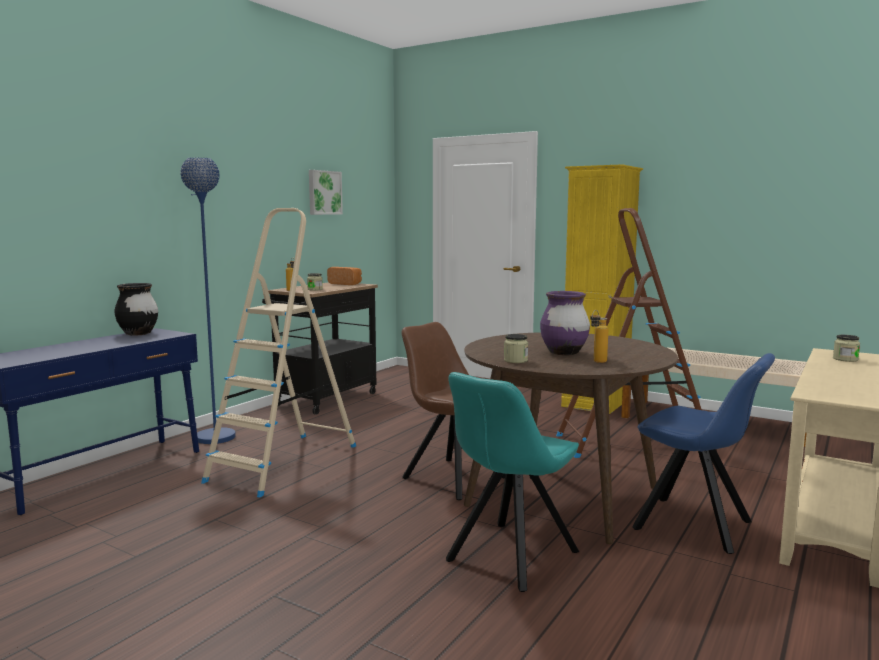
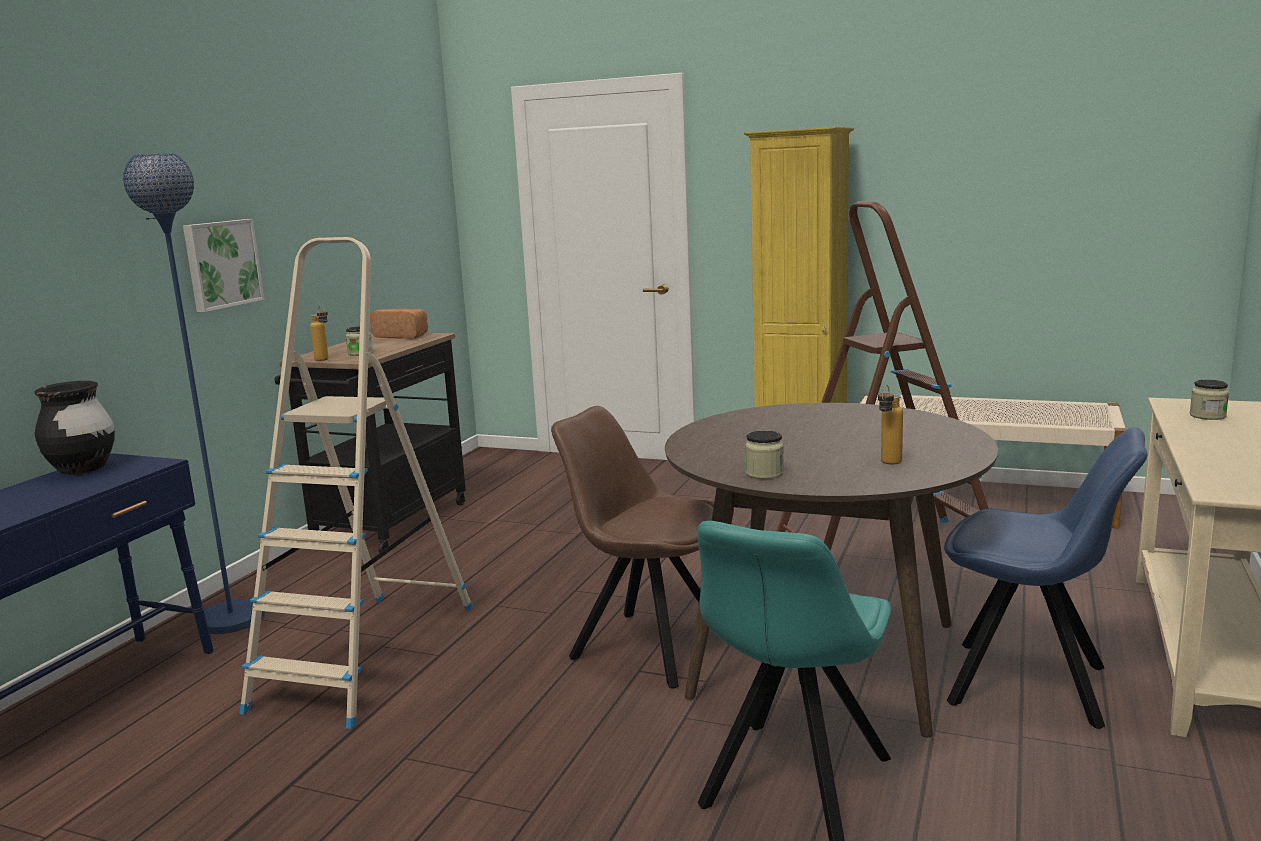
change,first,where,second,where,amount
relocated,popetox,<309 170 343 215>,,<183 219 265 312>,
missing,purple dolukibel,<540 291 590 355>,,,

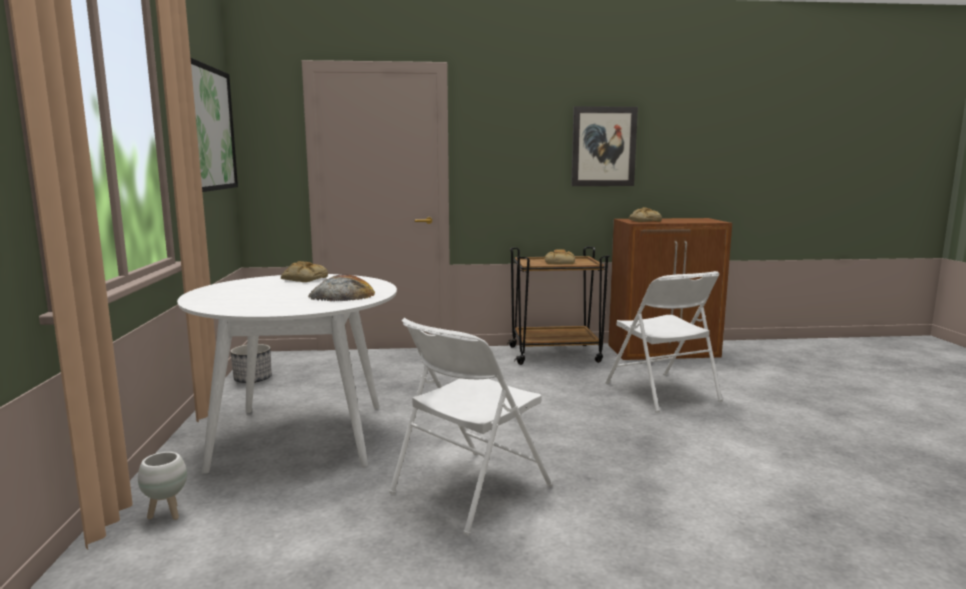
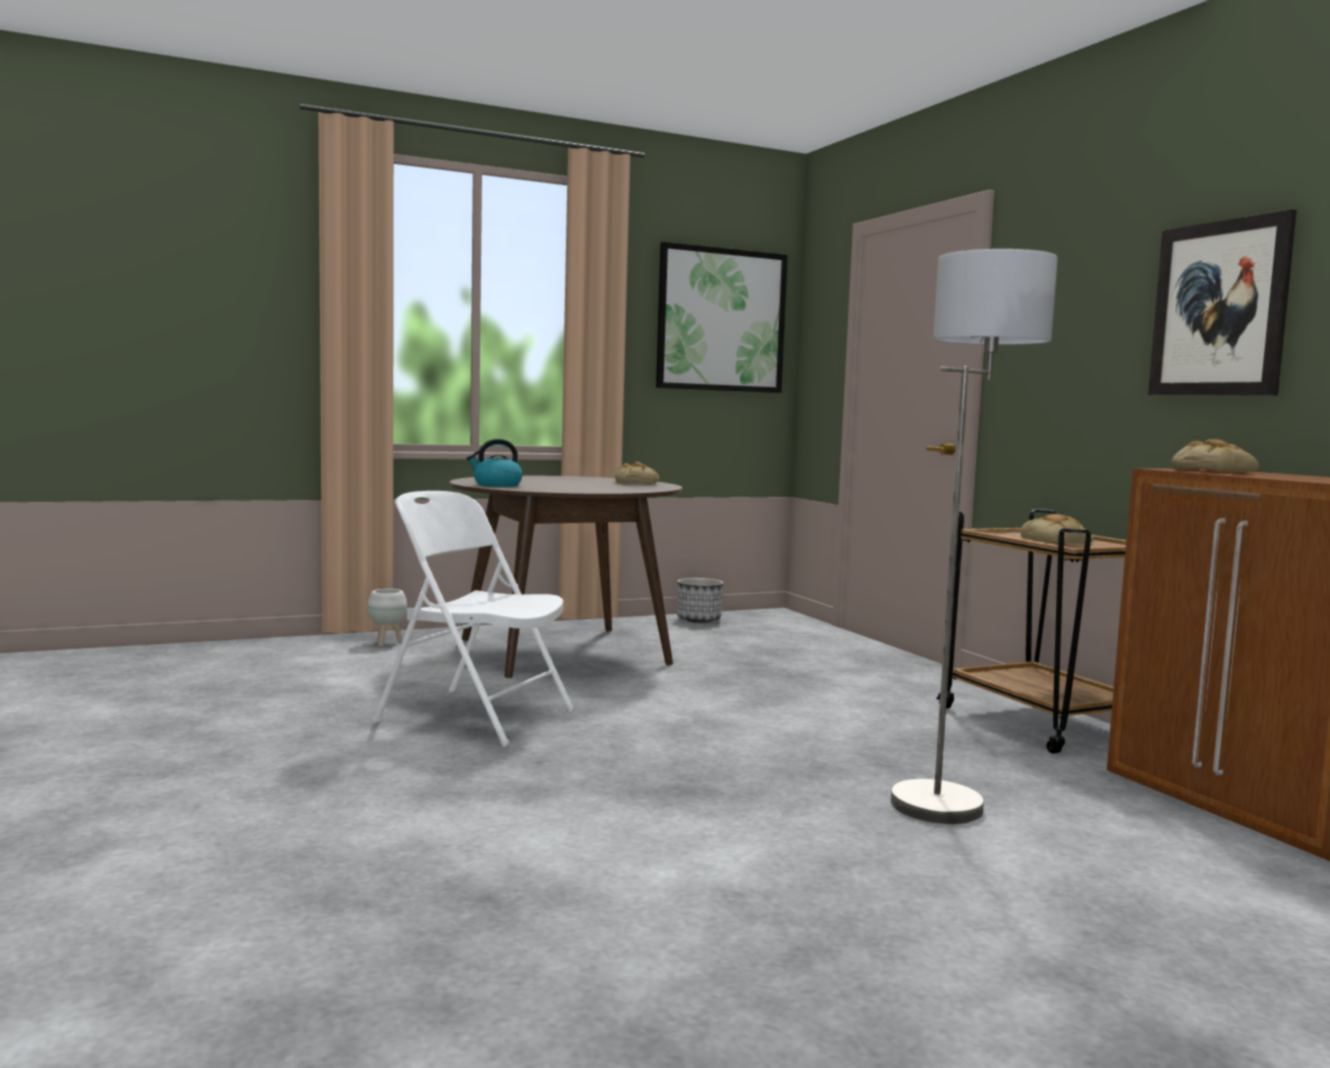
change,first,where,second,where,amount
exchanged,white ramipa,<605 271 723 413>,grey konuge,<891 249 1057 824>,
colour,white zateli,<177 274 397 474>,brown zateli,<450 476 682 678>,
missing,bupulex,<308 274 375 301>,,,
appeared,,,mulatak,<467 439 523 487>,

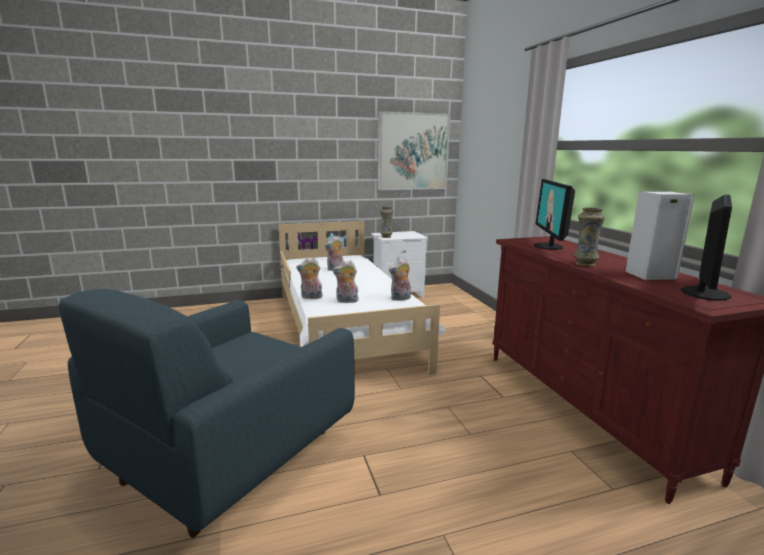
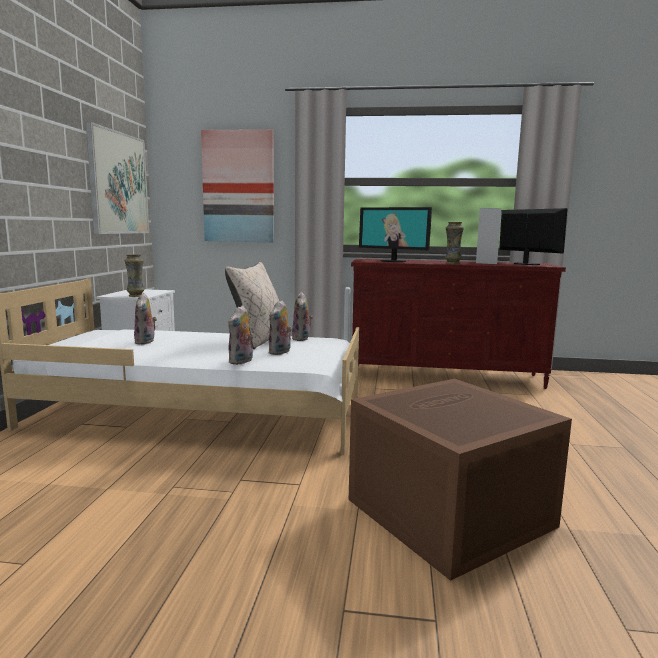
change,first,where,second,where,amount
exchanged,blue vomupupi,<59 289 355 538>,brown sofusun,<349 379 572 581>,
appeared,,,popetox,<201 129 274 242>,
appeared,,,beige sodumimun,<225 262 279 349>,

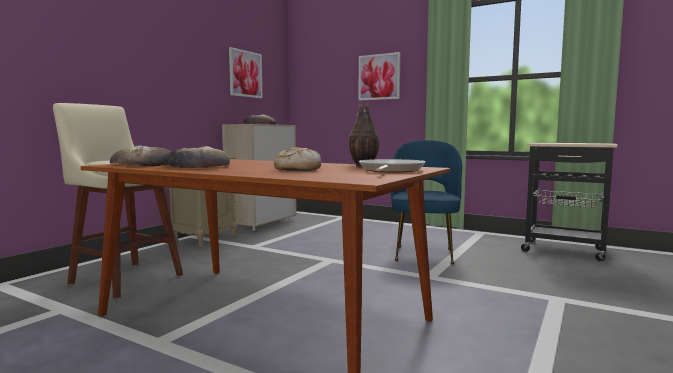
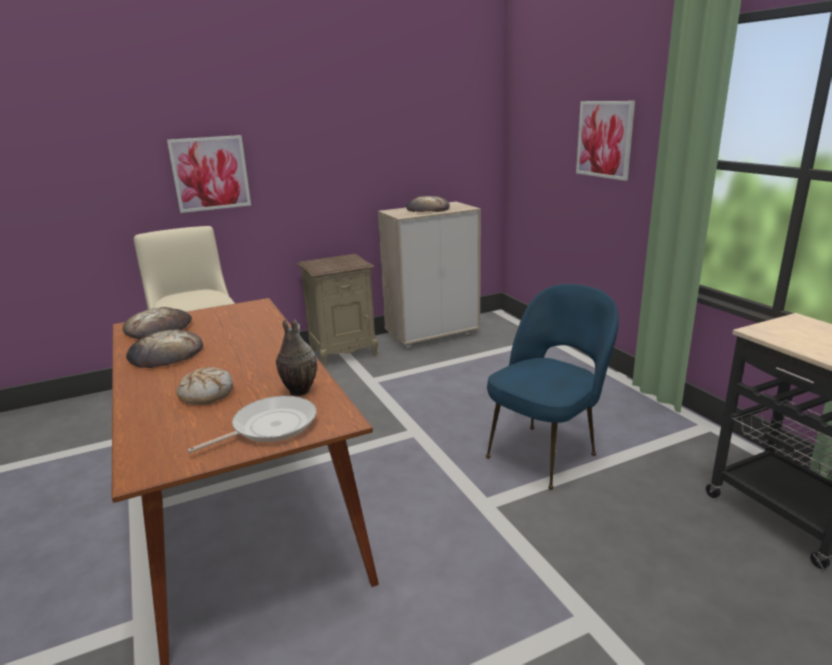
change,first,where,second,where,amount
relocated,popetox,<229 47 262 98>,,<167 135 251 213>,

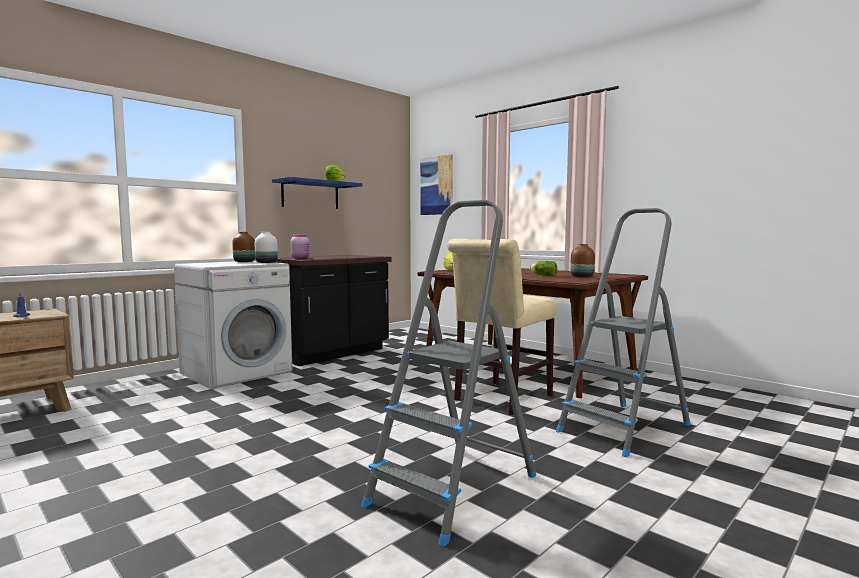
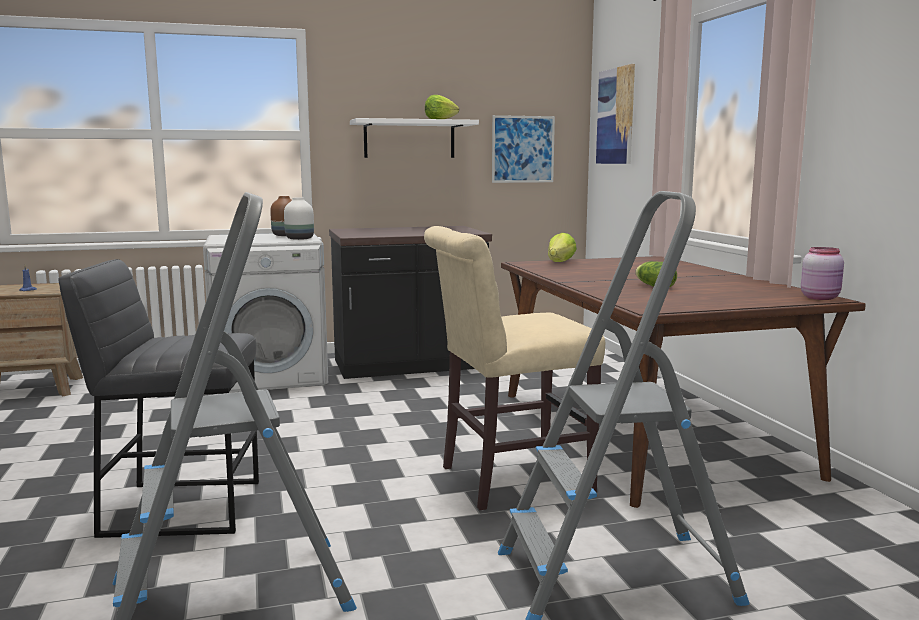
change,first,where,second,where,amount
colour,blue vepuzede,<272 177 362 209>,white vepuzede,<350 118 479 158>,
relocated,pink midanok,<291 234 309 259>,,<801 247 844 300>,
missing,brown dolukibel,<570 244 595 277>,,,
appeared,,,popetox,<492 115 555 183>,
appeared,,,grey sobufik,<58 259 259 538>,

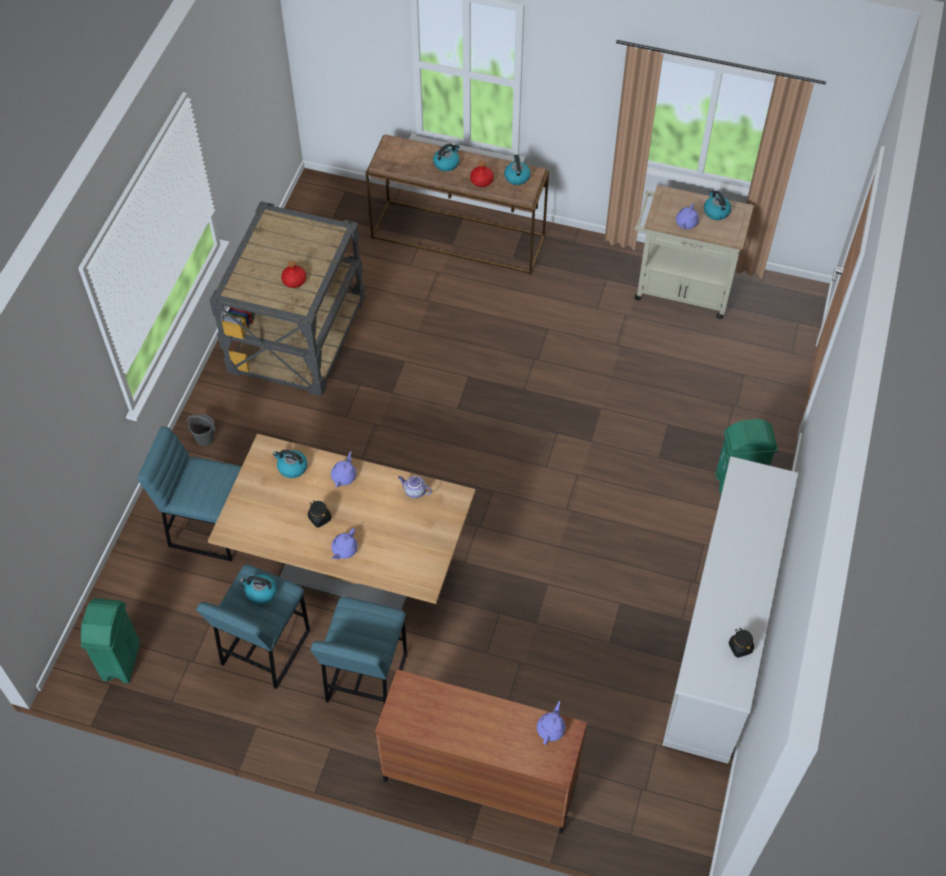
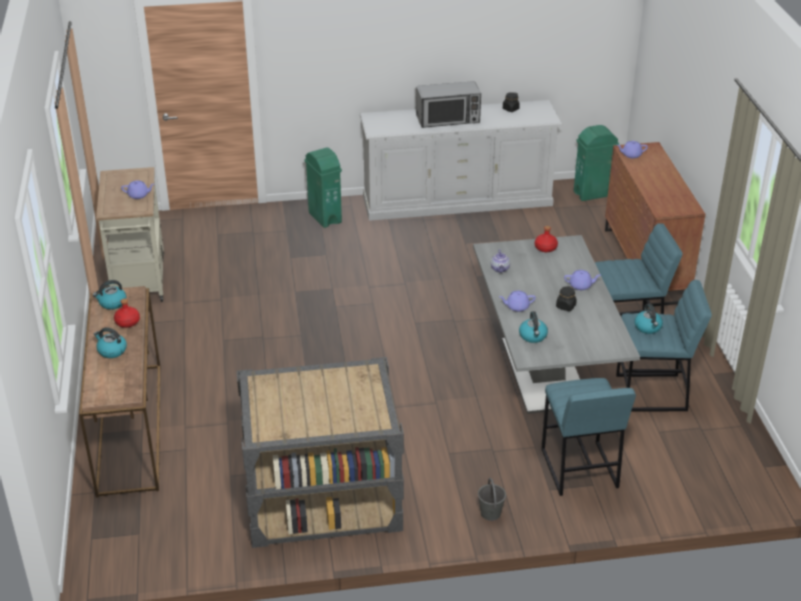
change,first,where,second,where,amount
missing,mulatak,<704 189 731 220>,,,
relocated,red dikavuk,<281 261 306 288>,,<535 226 558 252>,
colour,brown zateli,<208 434 476 610>,grey zateli,<473 235 640 414>,
relocated,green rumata,<81 598 140 684>,,<574 125 619 201>,
appeared,,,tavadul,<416 81 481 128>,

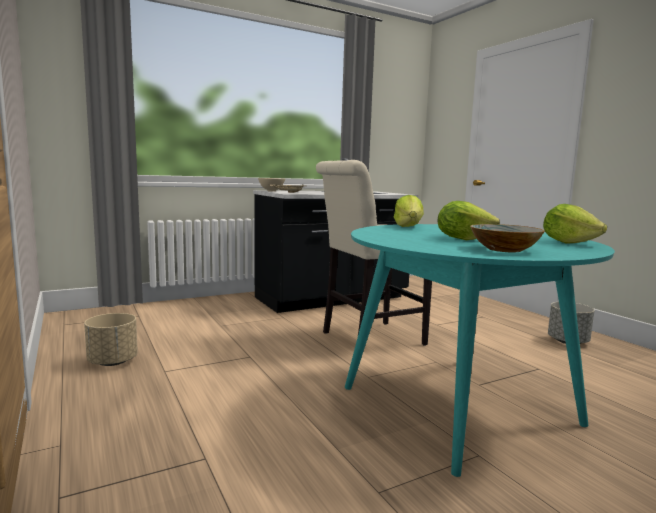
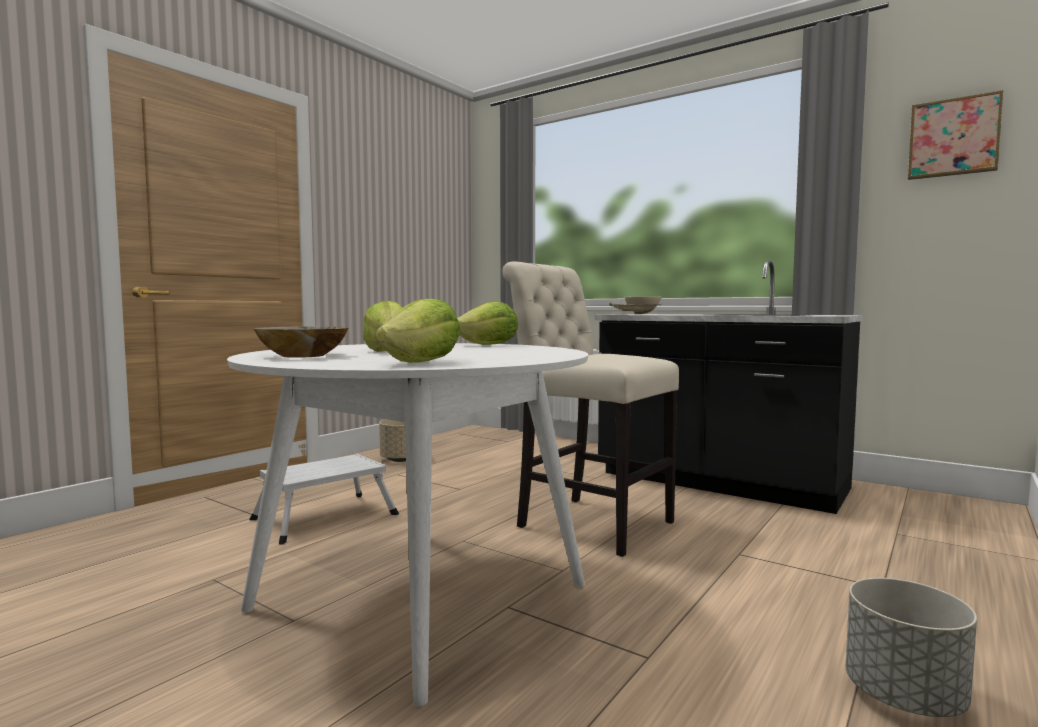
change,first,where,second,where,amount
colour,turquoise zateli,<345 224 615 477>,white zateli,<227 343 589 706>,
appeared,,,popetox,<908 90 1003 180>,
appeared,,,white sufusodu,<249 454 399 544>,

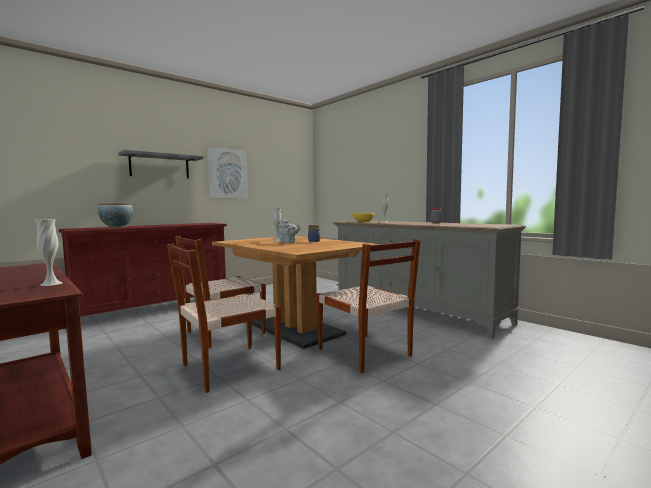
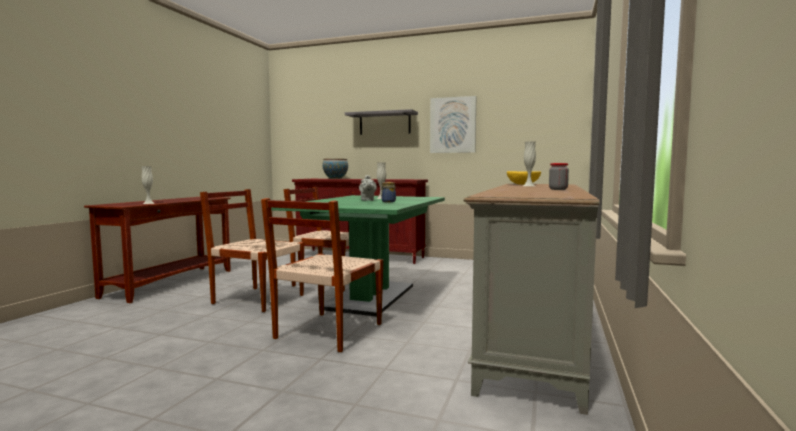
change,first,where,second,where,amount
colour,brown zateli,<212 236 378 349>,green zateli,<271 195 445 316>,

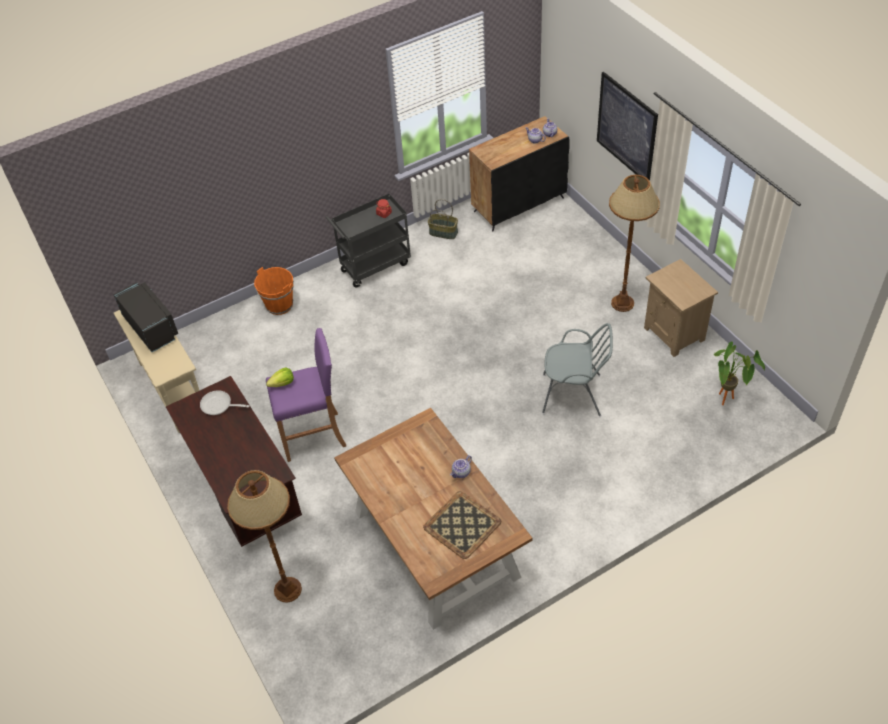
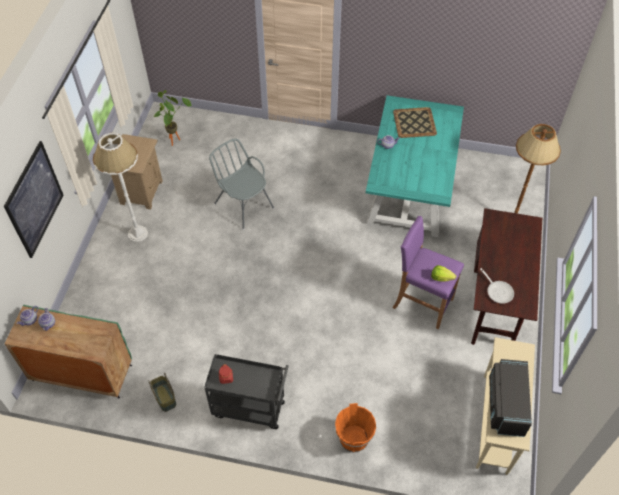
change,first,where,second,where,amount
colour,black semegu,<469 116 570 231>,green semegu,<4 305 132 398>,
colour,brown konuge,<609 175 660 312>,white konuge,<93 133 148 242>,
colour,brown zateli,<334 408 533 630>,turquoise zateli,<366 95 464 237>,

